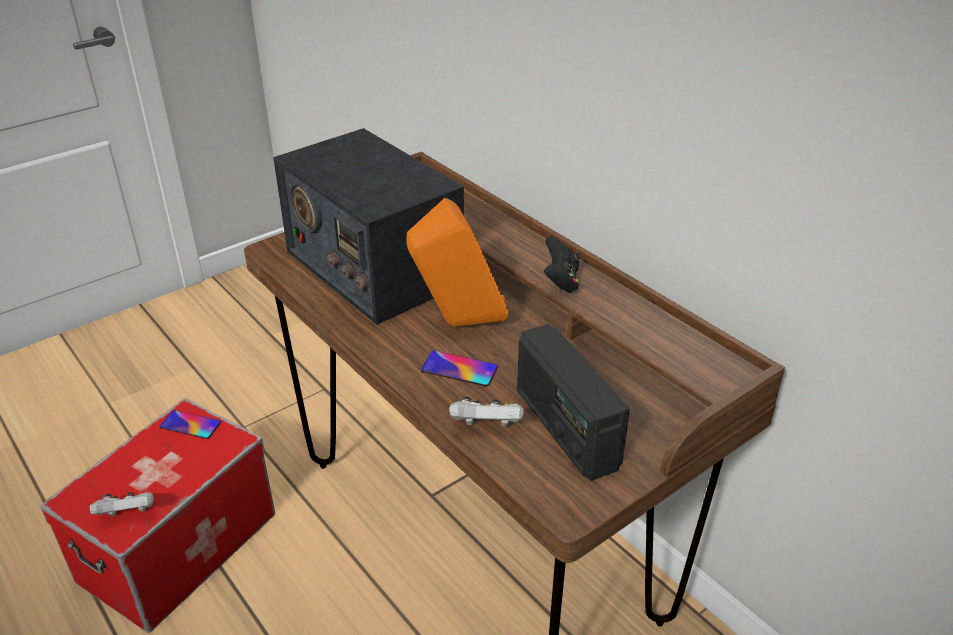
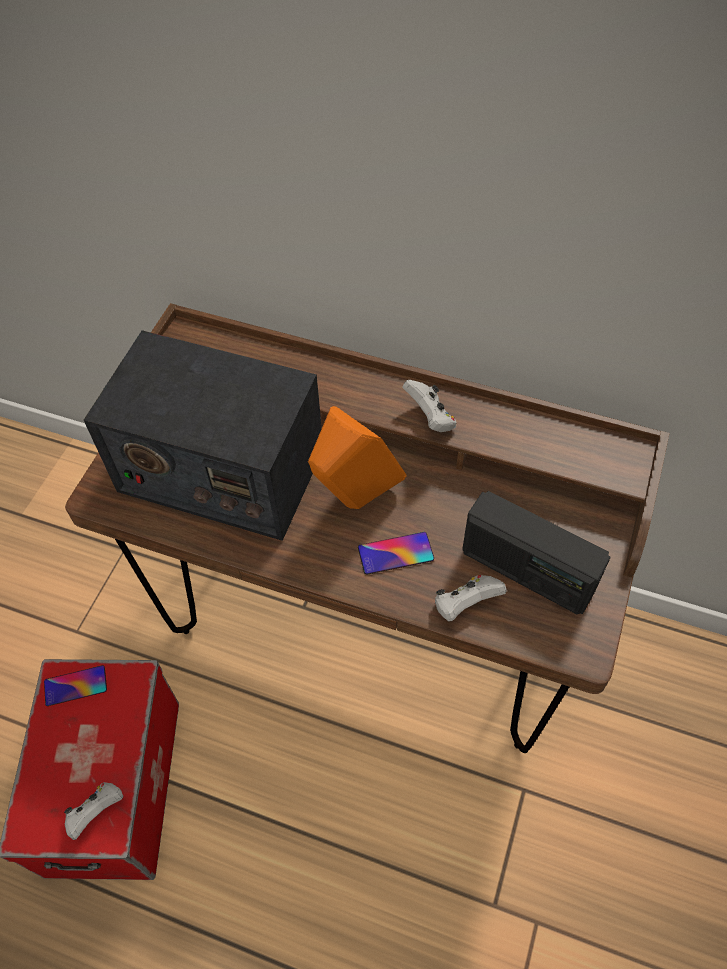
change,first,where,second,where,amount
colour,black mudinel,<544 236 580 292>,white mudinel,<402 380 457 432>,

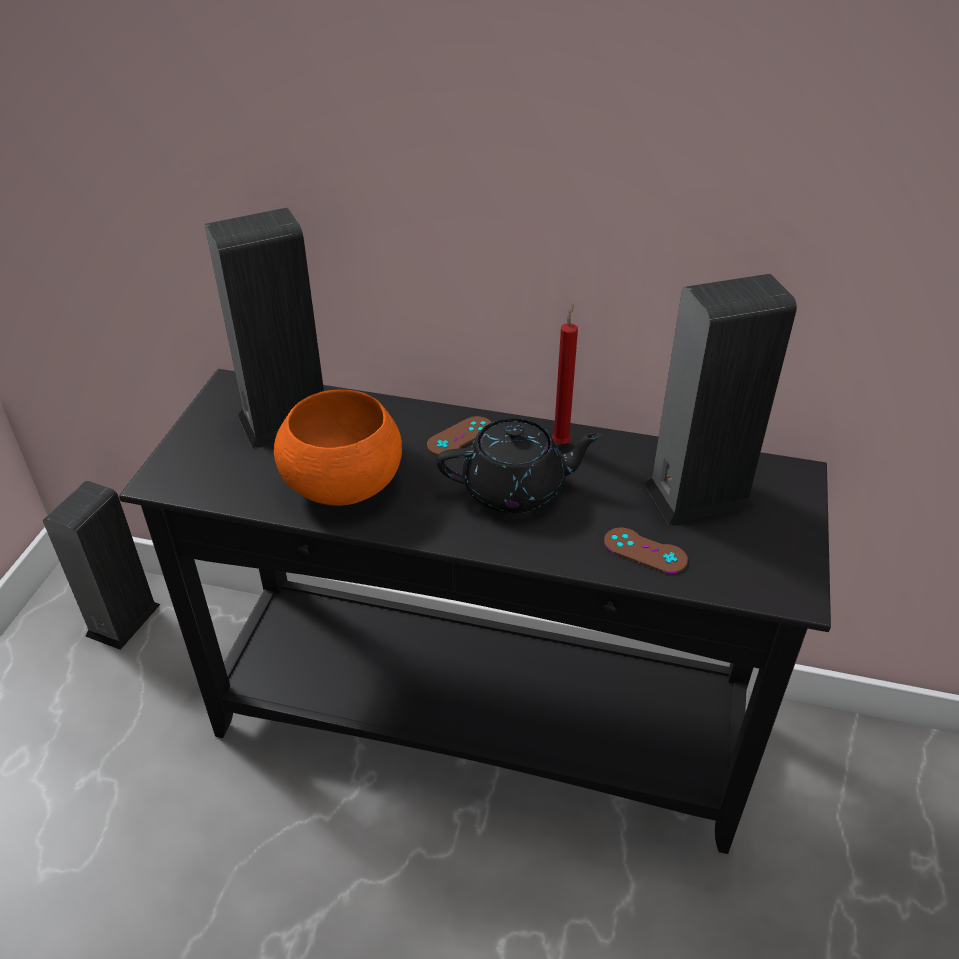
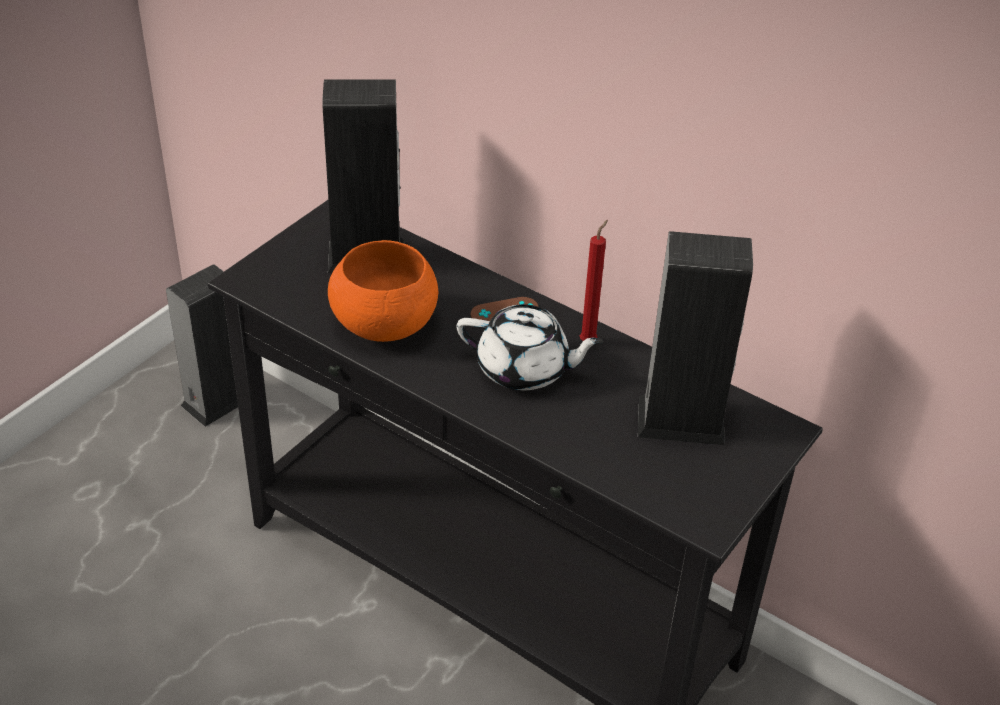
change,first,where,second,where,amount
colour,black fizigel,<436 418 603 514>,white fizigel,<456 304 604 390>,
missing,brown mudinel,<604 527 688 574>,,,

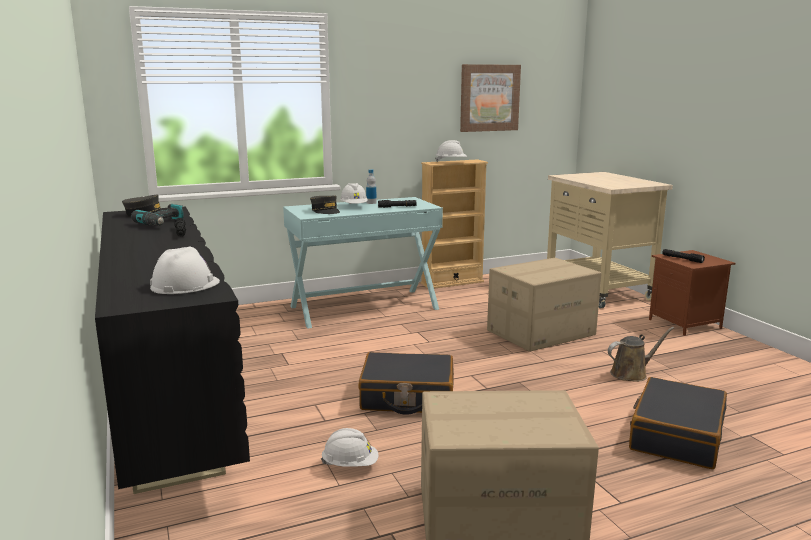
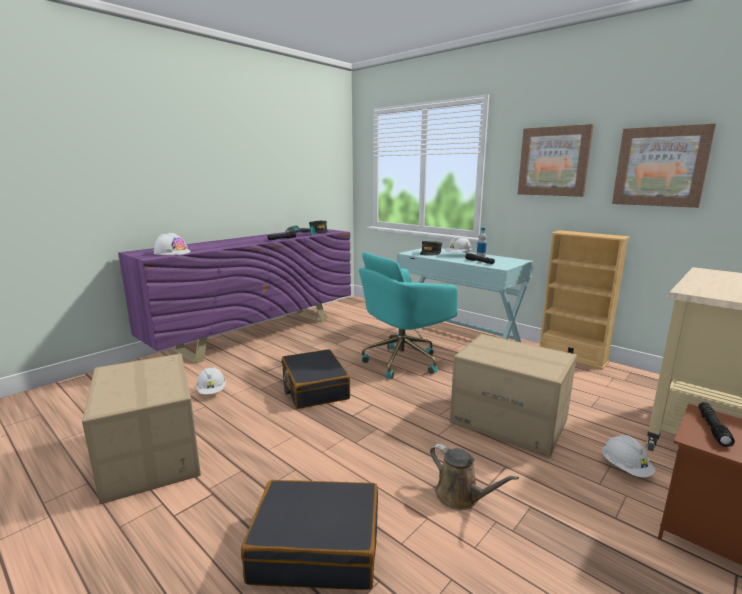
change,first,where,second,where,amount
relocated,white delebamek,<435 140 467 162>,,<602 435 655 477>,
colour,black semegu,<95 206 250 494>,purple semegu,<118 229 351 364>,
appeared,,,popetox,<518 124 593 197>,
appeared,,,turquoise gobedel,<359 252 458 379>,

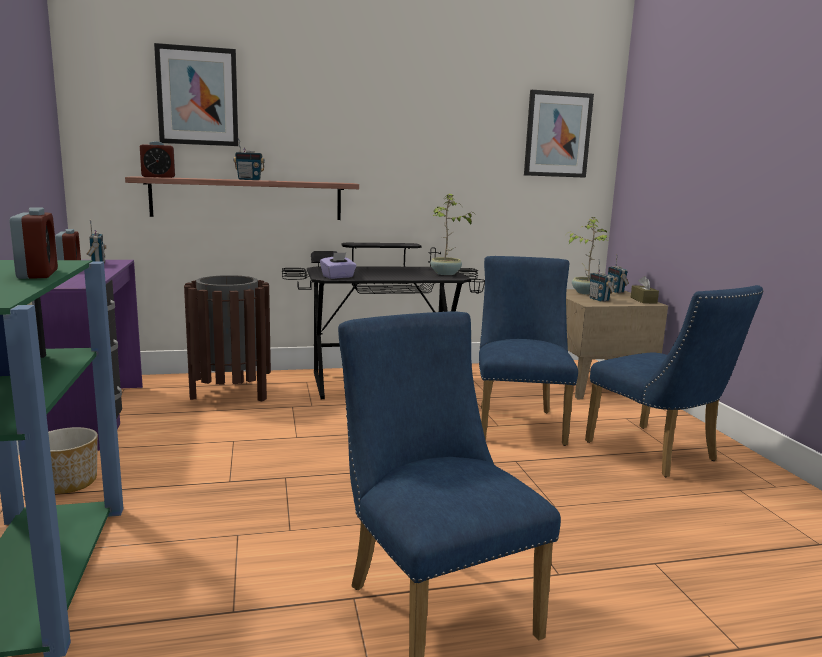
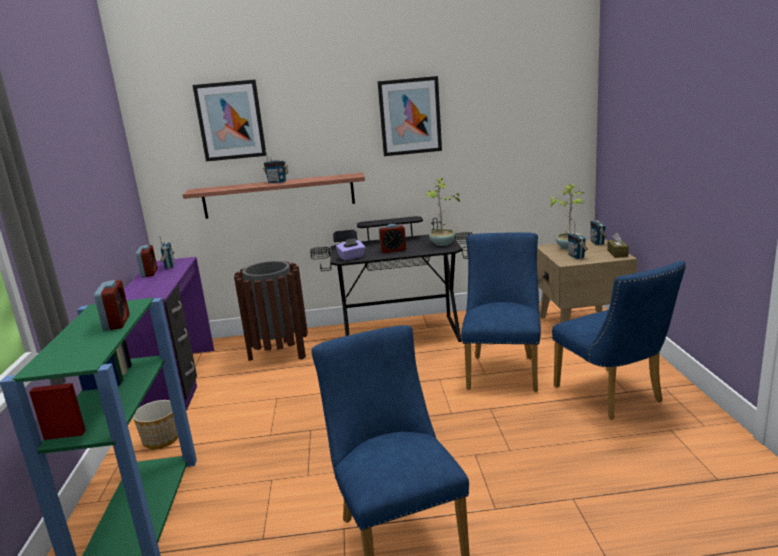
change,first,where,second,where,amount
relocated,popetox,<524 90 594 178>,,<377 76 442 156>,
relocated,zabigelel,<140 141 175 178>,,<379 224 406 253>,

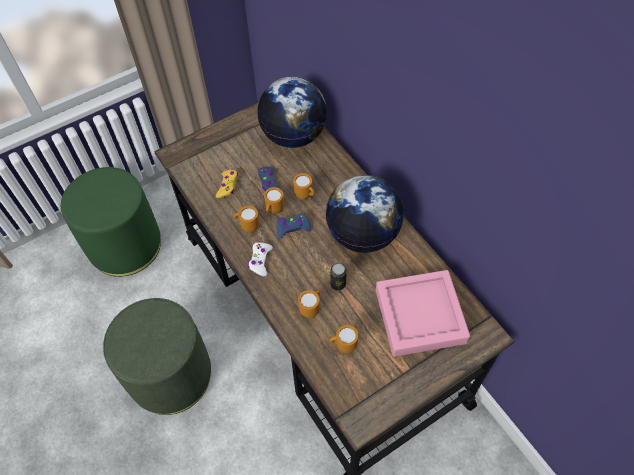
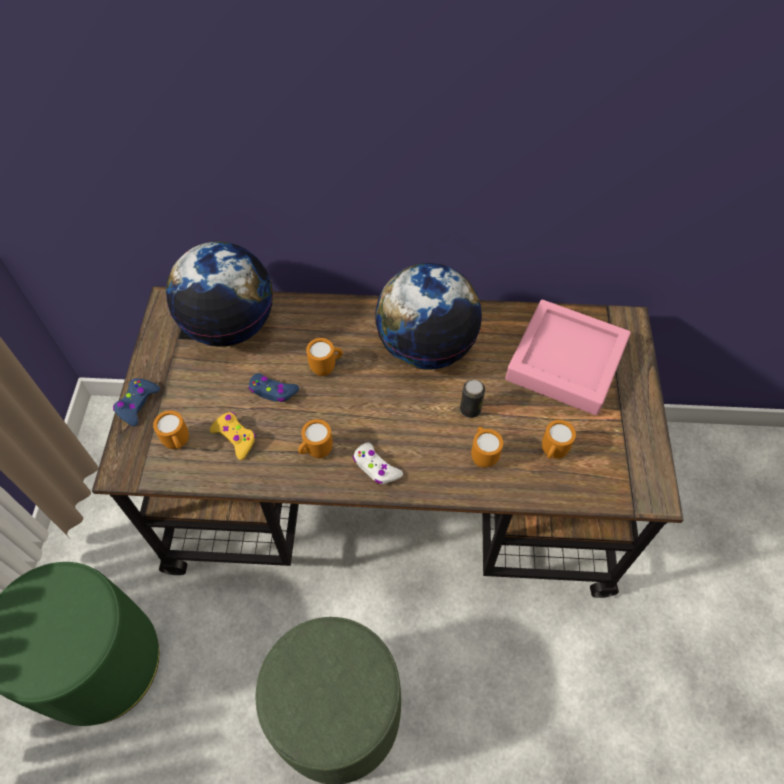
change,first,where,second,where,amount
relocated,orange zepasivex,<264 187 284 214>,,<153 410 189 449>,
relocated,blue mudinel,<276 213 311 238>,,<113 378 160 426>,

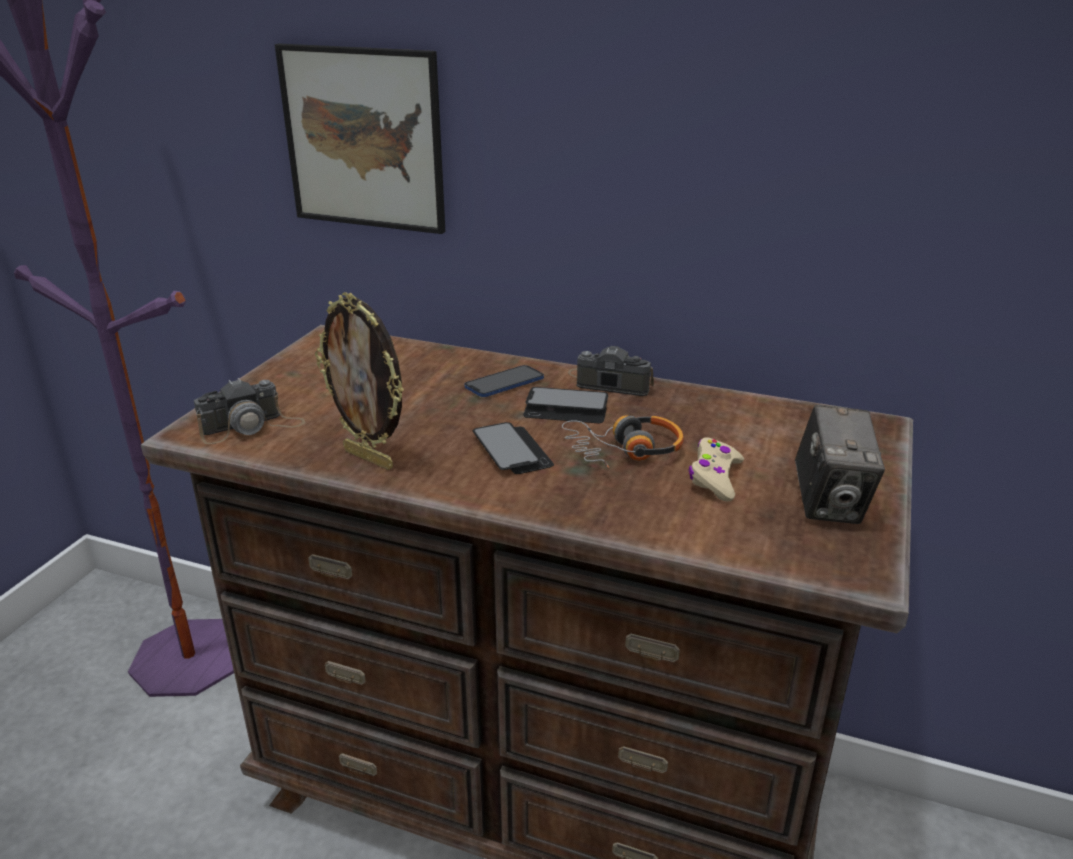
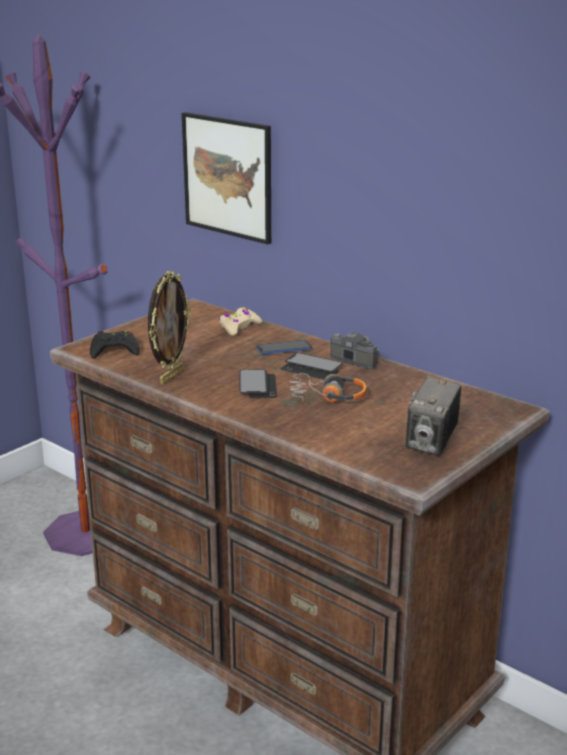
change,first,where,second,where,amount
spun,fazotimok,<315 292 404 470>,,<148 270 191 385>,120 degrees counterclockwise
exchanged,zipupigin,<194 378 305 444>,black mudinel,<90 331 140 359>,
relocated,beige mudinel,<689 437 744 501>,,<219 308 263 336>,

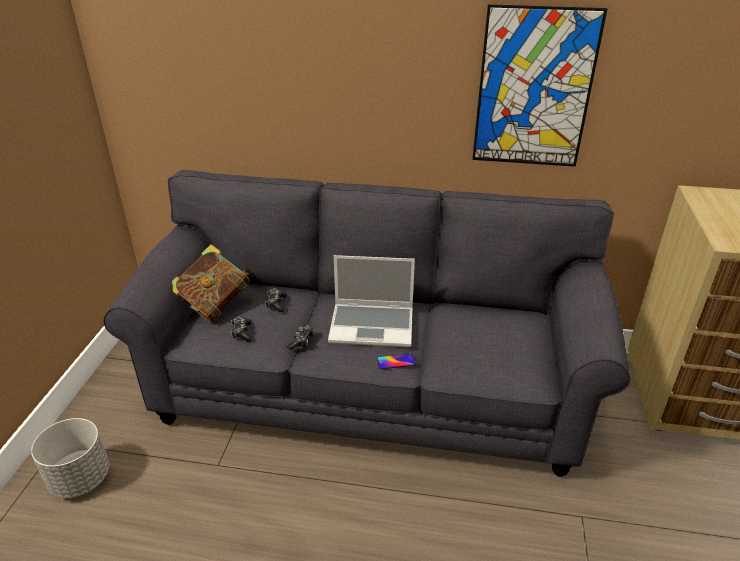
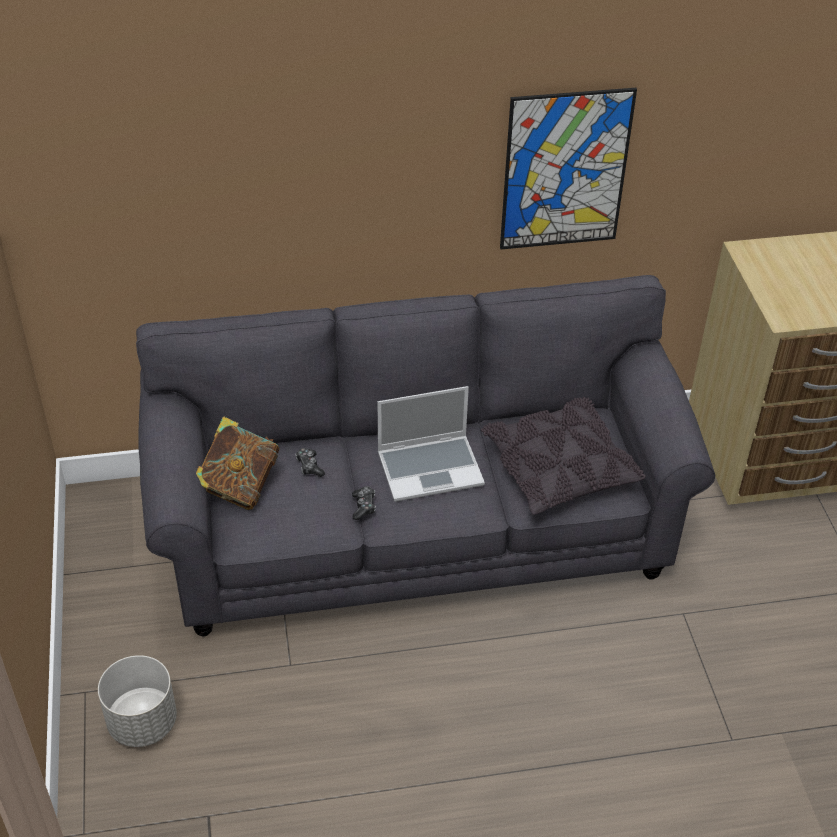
change,first,where,second,where,amount
missing,mudinel,<231 316 252 342>,,,
missing,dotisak,<377 354 416 369>,,,
appeared,,,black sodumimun,<481 397 646 515>,

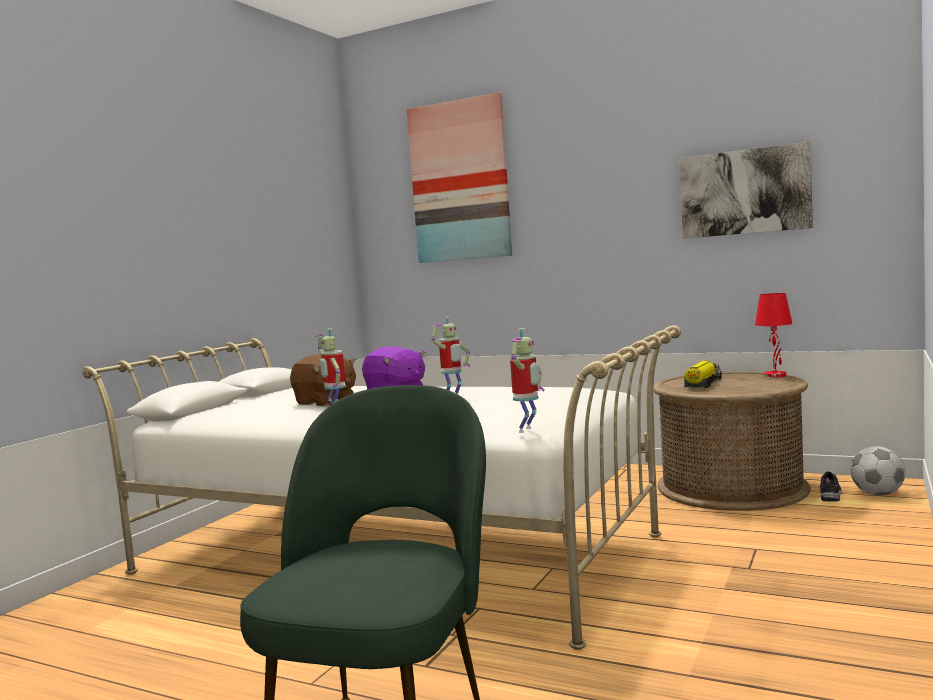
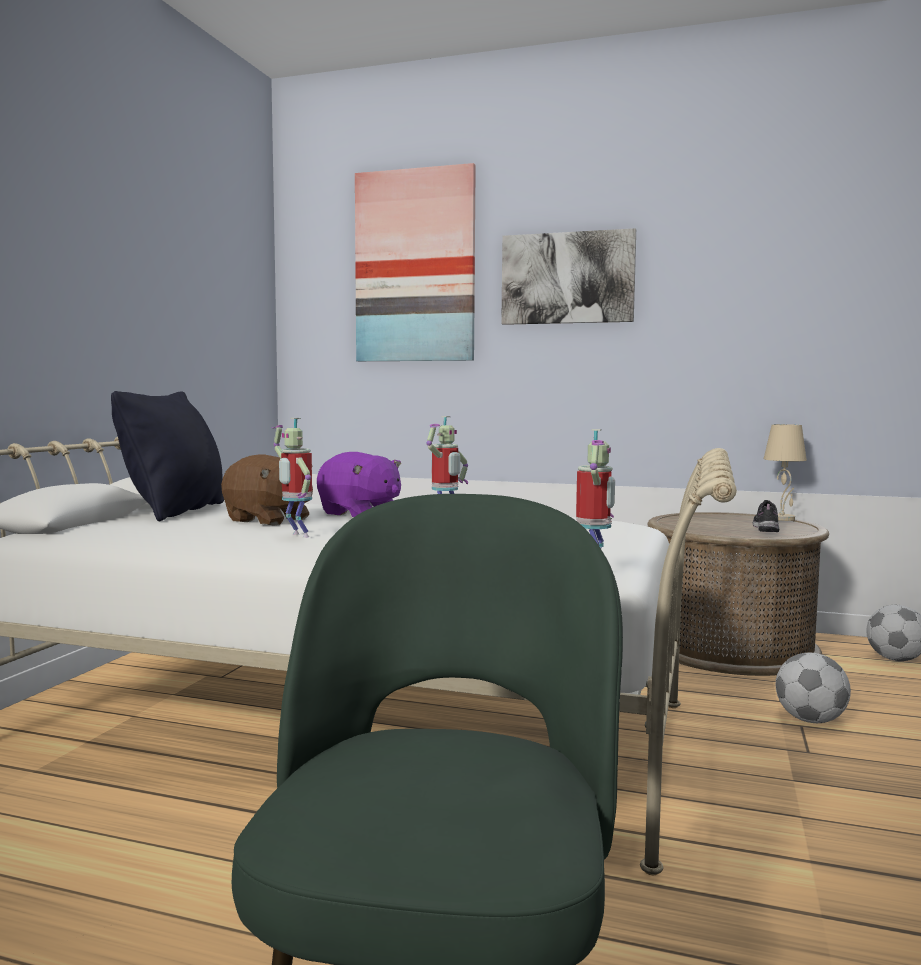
change,first,where,second,where,amount
relocated,popetox,<679 142 813 238>,,<501 228 636 325>,
colour,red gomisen,<755 293 792 377>,beige gomisen,<764 424 807 521>,
missing,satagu,<684 361 722 388>,,,
relocated,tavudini,<819 472 843 502>,,<753 500 779 532>,
appeared,,,black sodumimun,<111 391 224 521>,
appeared,,,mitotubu,<776 653 851 723>,

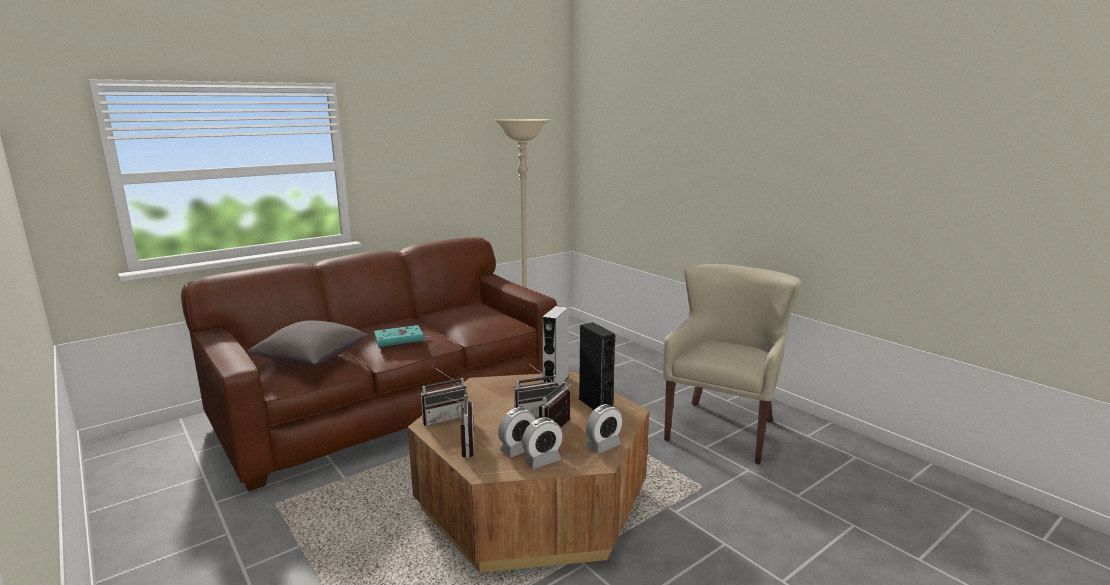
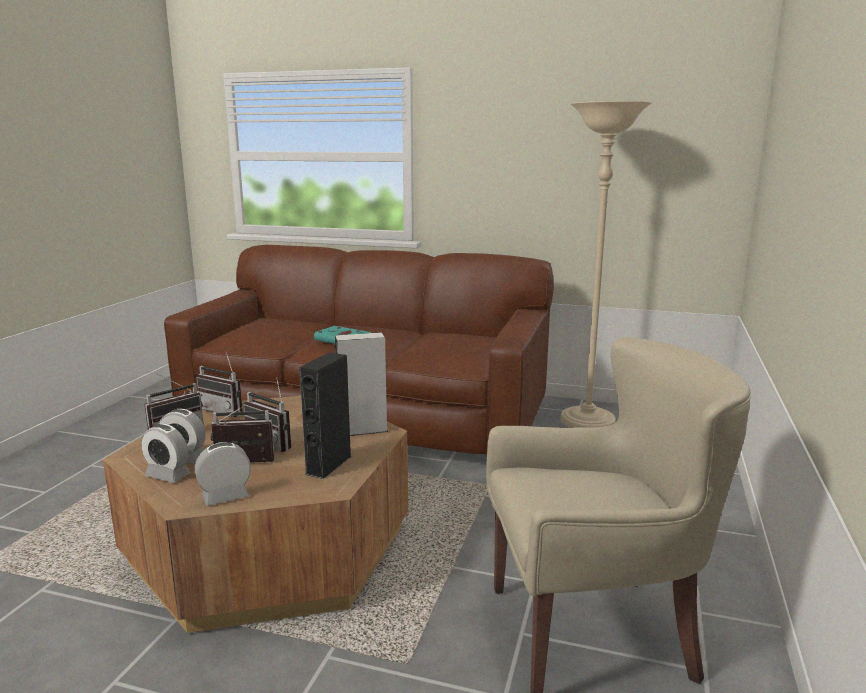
change,first,where,second,where,amount
missing,grey sodumimun,<247 320 369 366>,,,
spun,zabigelel,<586 404 622 454>,,<195 442 251 506>,135 degrees clockwise

